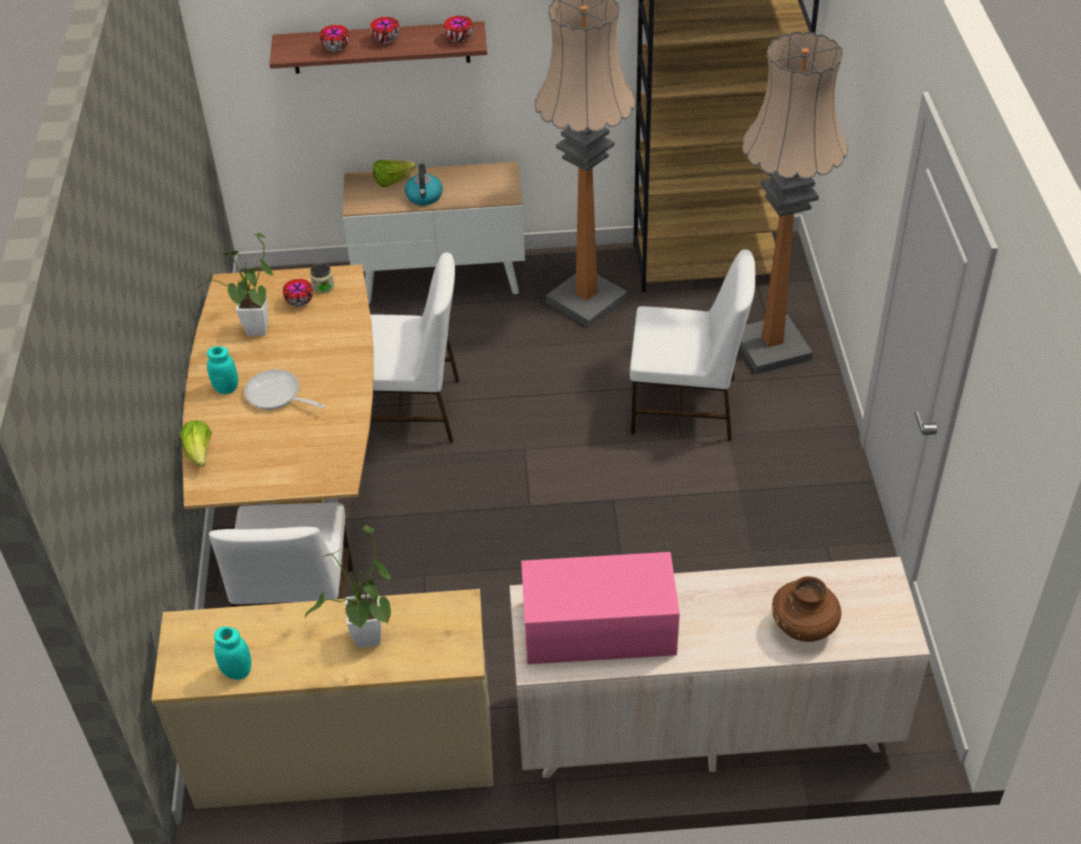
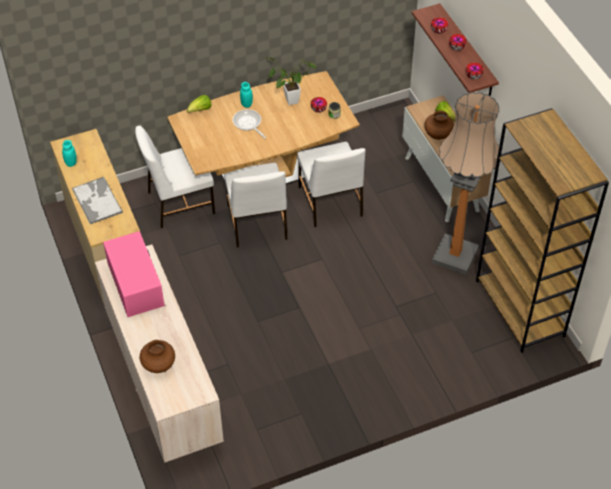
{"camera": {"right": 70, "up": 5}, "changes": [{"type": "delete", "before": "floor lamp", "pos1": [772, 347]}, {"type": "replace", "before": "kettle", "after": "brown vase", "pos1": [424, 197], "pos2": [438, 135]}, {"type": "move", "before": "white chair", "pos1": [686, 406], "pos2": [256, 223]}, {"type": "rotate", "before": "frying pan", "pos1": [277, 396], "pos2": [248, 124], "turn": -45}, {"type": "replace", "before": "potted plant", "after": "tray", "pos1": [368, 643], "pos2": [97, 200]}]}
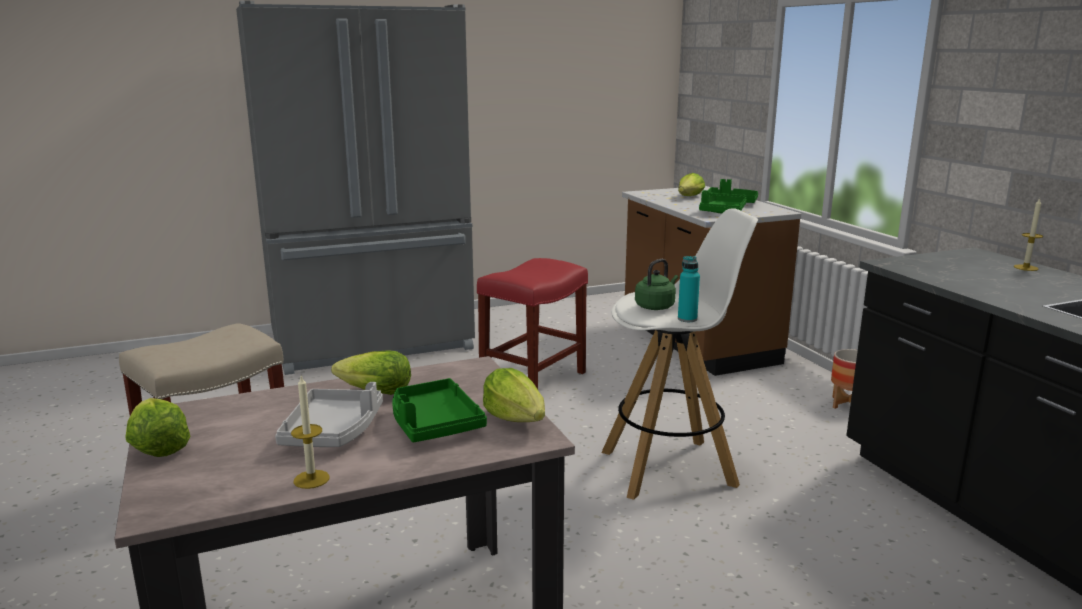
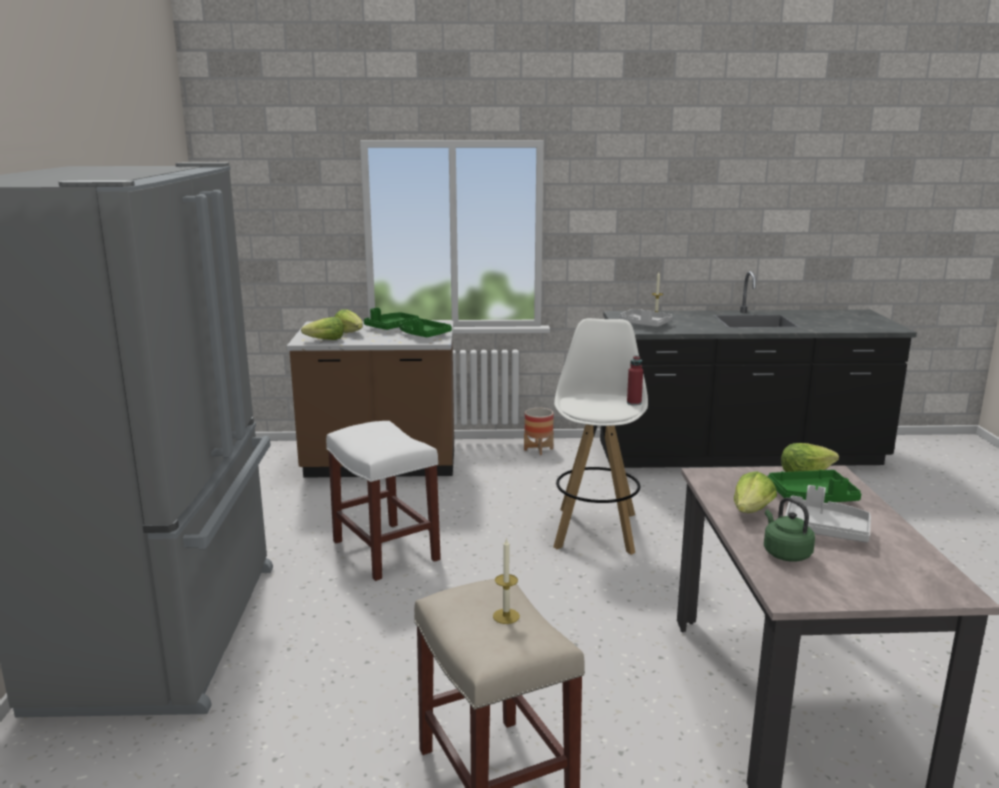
{"camera": {"right": -70, "up": 0}, "changes": [{"type": "recolor", "before": "turquoise bottle", "after": "red bottle", "pos1": [687, 319], "pos2": [634, 403]}, {"type": "recolor", "before": "red stool", "after": "white stool", "pos1": [534, 378], "pos2": [384, 550]}, {"type": "move", "before": "green kettle", "pos1": [656, 306], "pos2": [785, 553]}, {"type": "move", "before": "candle", "pos1": [311, 479], "pos2": [506, 616]}, {"type": "move", "before": "lettuce", "pos1": [158, 446], "pos2": [325, 340]}, {"type": "insert", "after": "grey tray", "pos2": [644, 325]}]}
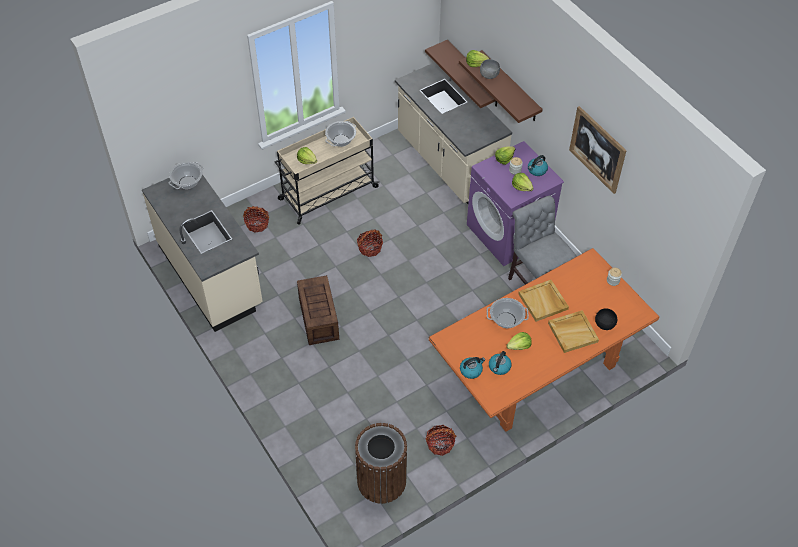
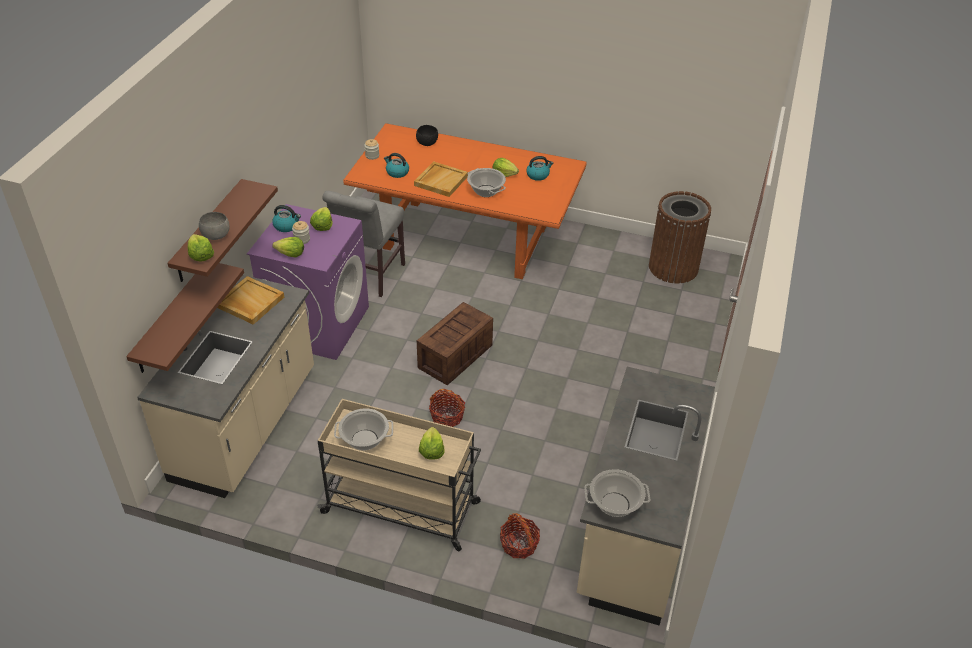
{"camera": {"right": -130, "up": -10}, "changes": [{"type": "delete", "before": "picture", "pos1": [597, 149]}, {"type": "move", "before": "crate", "pos1": [318, 318], "pos2": [454, 357]}, {"type": "move", "before": "beige tray", "pos1": [573, 332], "pos2": [249, 302]}, {"type": "move", "before": "kettle", "pos1": [471, 370], "pos2": [397, 172]}, {"type": "delete", "before": "basket", "pos1": [440, 444]}]}
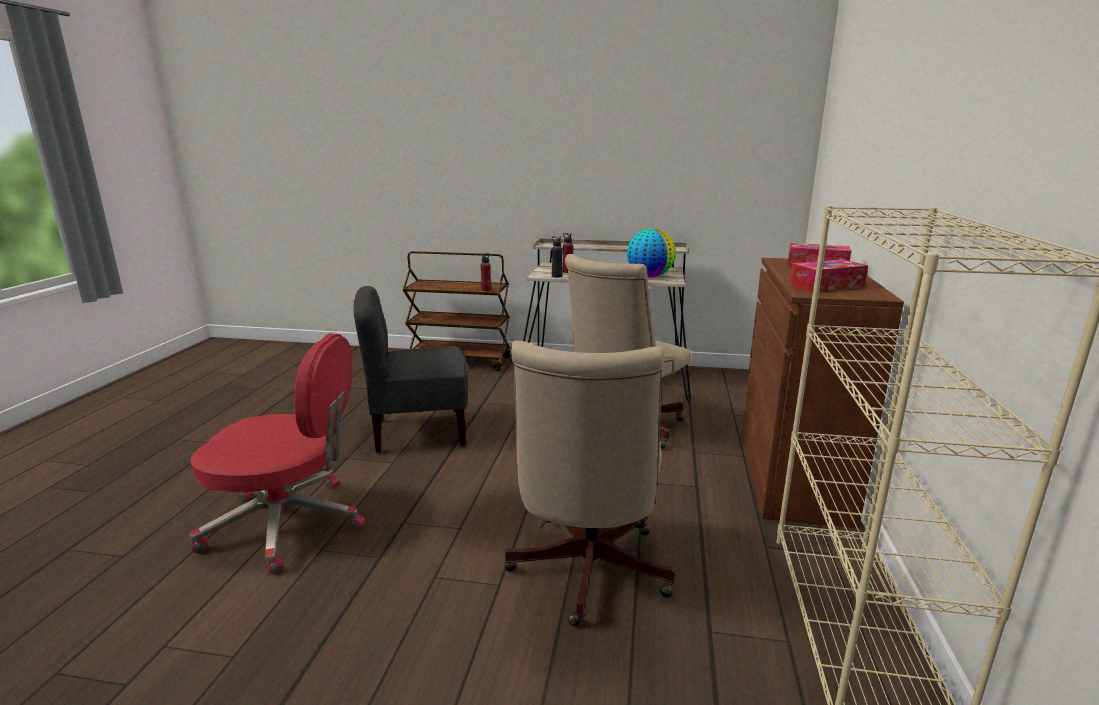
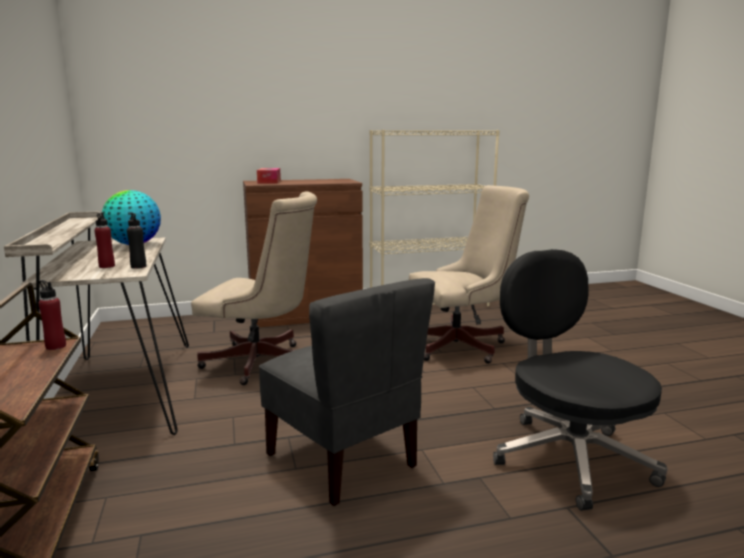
{"camera": {"right": -115, "up": -5}, "changes": [{"type": "delete", "before": "tissue box", "pos1": [826, 286]}, {"type": "recolor", "before": "red office chair", "after": "black office chair", "pos1": [289, 524], "pos2": [569, 457]}]}
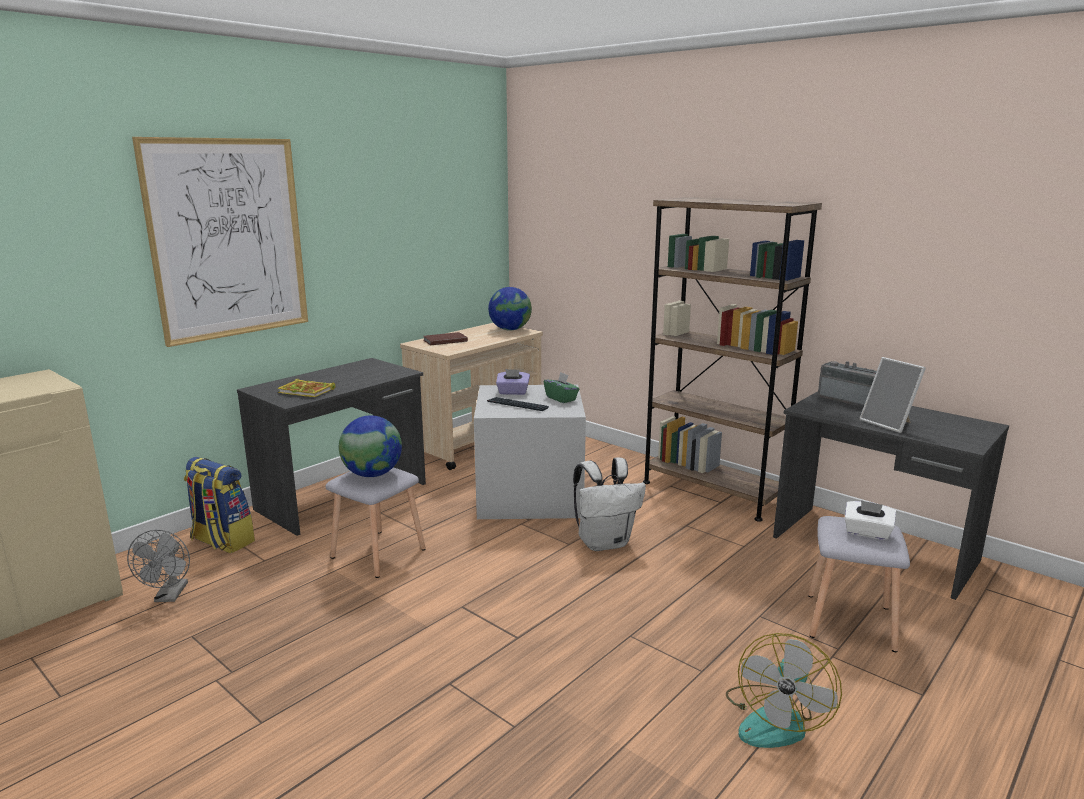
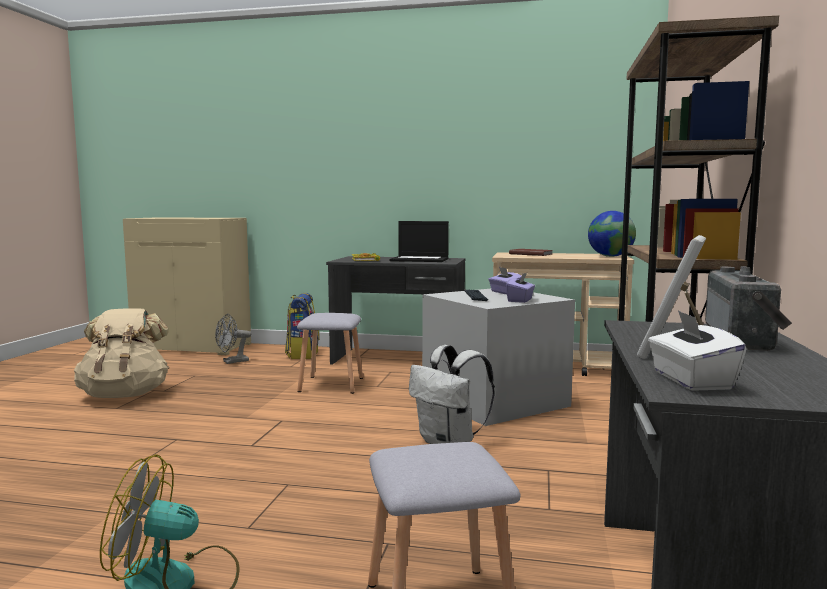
{"camera": {"right": 60, "up": -10}, "changes": [{"type": "delete", "before": "picture", "pos1": [228, 239]}, {"type": "recolor", "before": "green tissue box", "after": "purple tissue box", "pos1": [561, 398], "pos2": [520, 300]}, {"type": "delete", "before": "globe", "pos1": [372, 474]}, {"type": "move", "before": "white tissue box", "pos1": [867, 533], "pos2": [690, 381]}, {"type": "insert", "after": "laptop", "pos2": [420, 260]}, {"type": "insert", "after": "beige backpack", "pos2": [125, 395]}]}
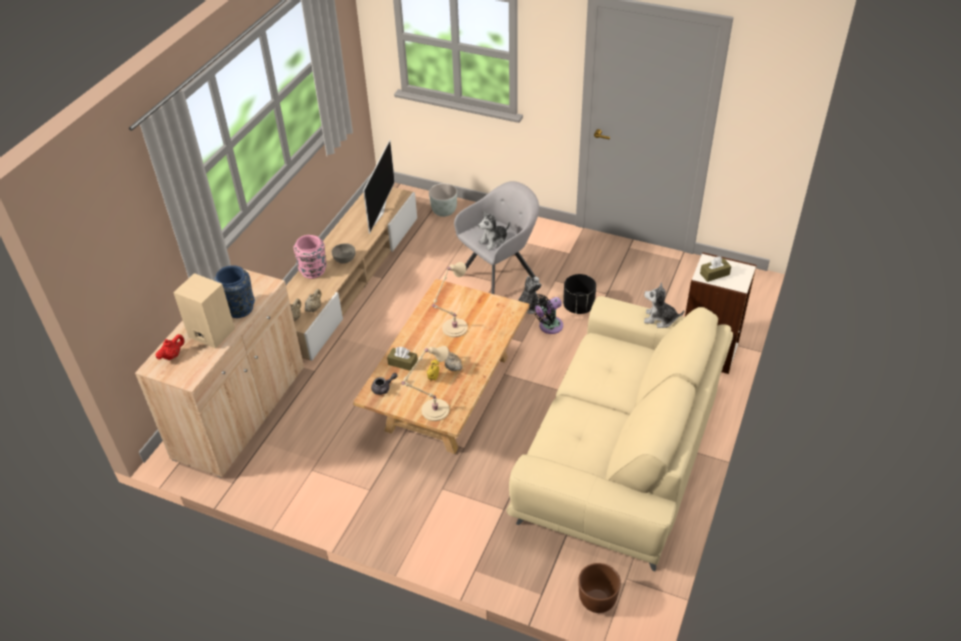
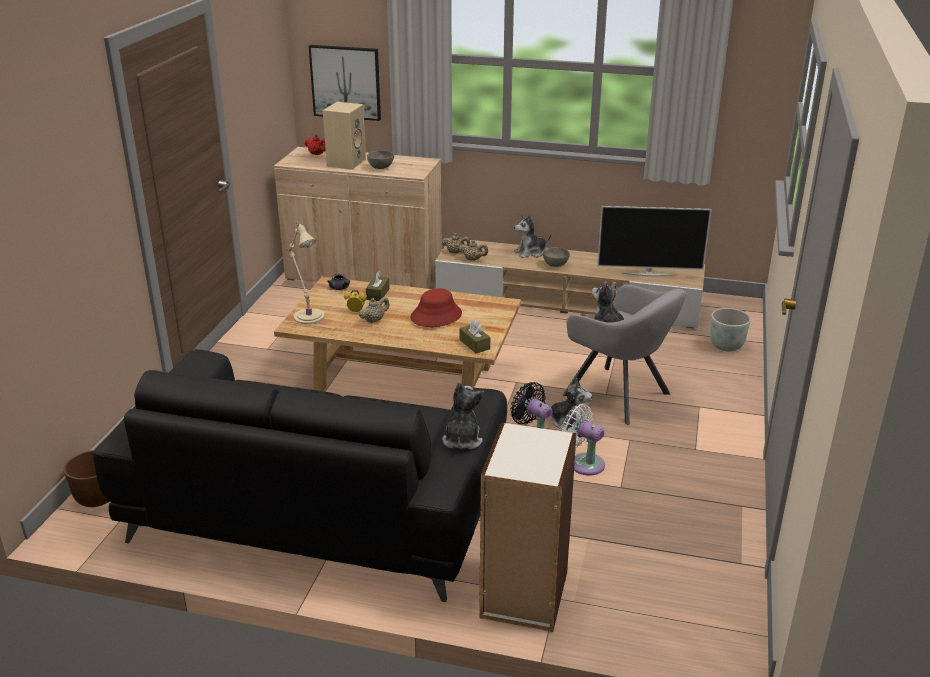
{"camera": {"right": 80, "up": -15}, "changes": [{"type": "replace", "before": "pink vase", "after": "plush toy", "pos1": [313, 271], "pos2": [531, 252]}, {"type": "move", "before": "brown tissue box", "pos1": [714, 274], "pos2": [474, 344]}, {"type": "replace", "before": "beige table lamp", "after": "red hat", "pos1": [453, 329], "pos2": [436, 316]}, {"type": "replace", "before": "blue vase", "after": "grey bowl", "pos1": [239, 308], "pos2": [381, 167]}, {"type": "replace", "before": "black planter", "after": "white fan", "pos1": [579, 306], "pos2": [583, 463]}, {"type": "recolor", "before": "beige sofa", "after": "black sofa", "pos1": [620, 452], "pos2": [315, 509]}, {"type": "insert", "after": "picture", "pos2": [346, 82]}]}
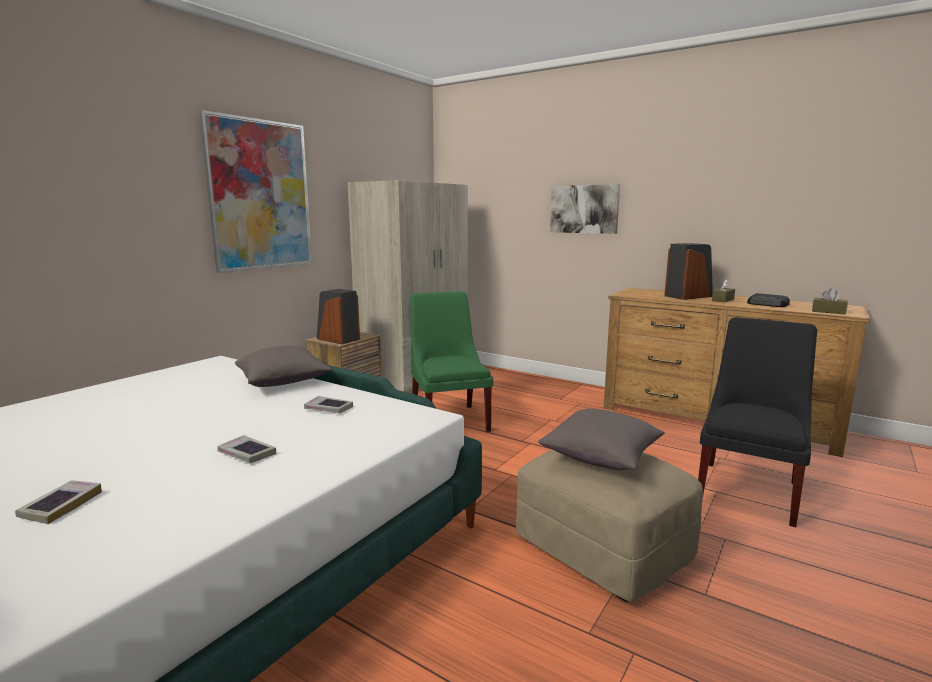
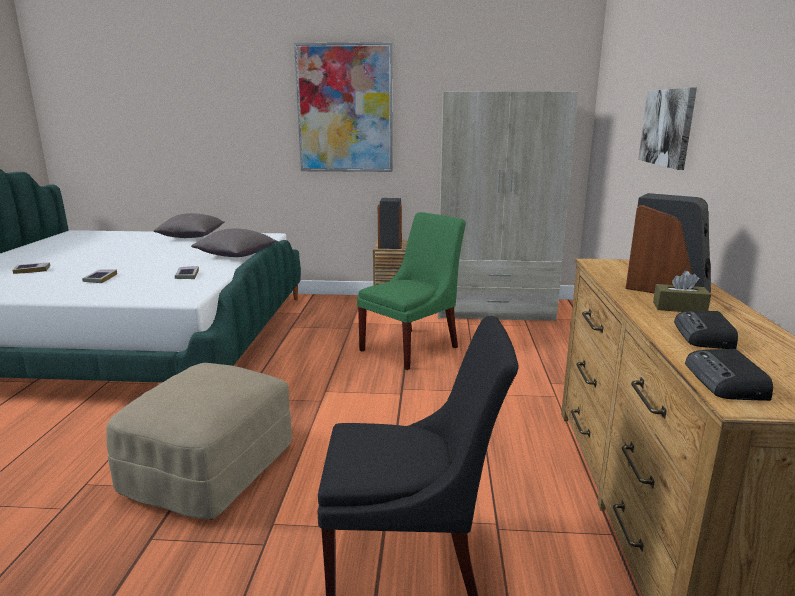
{"camera": {"right": 60, "up": 5}, "changes": [{"type": "replace", "before": "brown tissue box", "after": "radio", "pos1": [828, 312], "pos2": [726, 382]}, {"type": "move", "before": "grey pillow", "pos1": [601, 456], "pos2": [192, 237]}]}
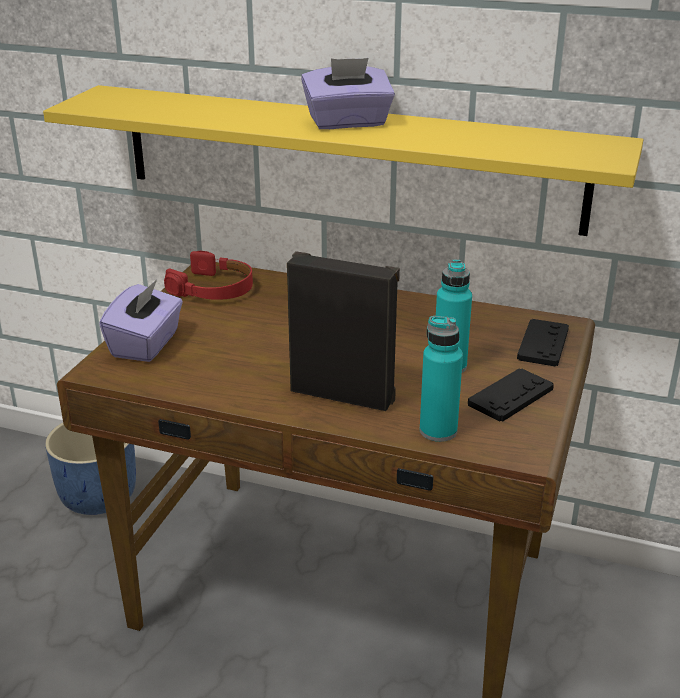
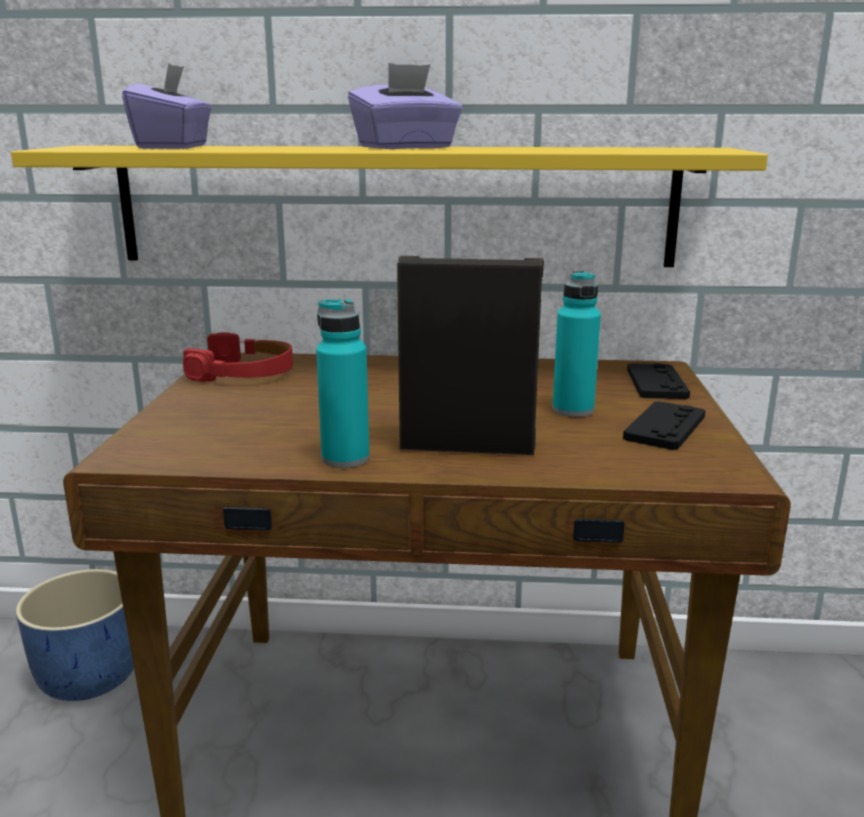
{"camera": {"right": -15, "up": -10}, "changes": [{"type": "move", "before": "purple tissue box", "pos1": [146, 344], "pos2": [174, 147]}, {"type": "move", "before": "turquoise bottle", "pos1": [438, 431], "pos2": [345, 458]}]}
